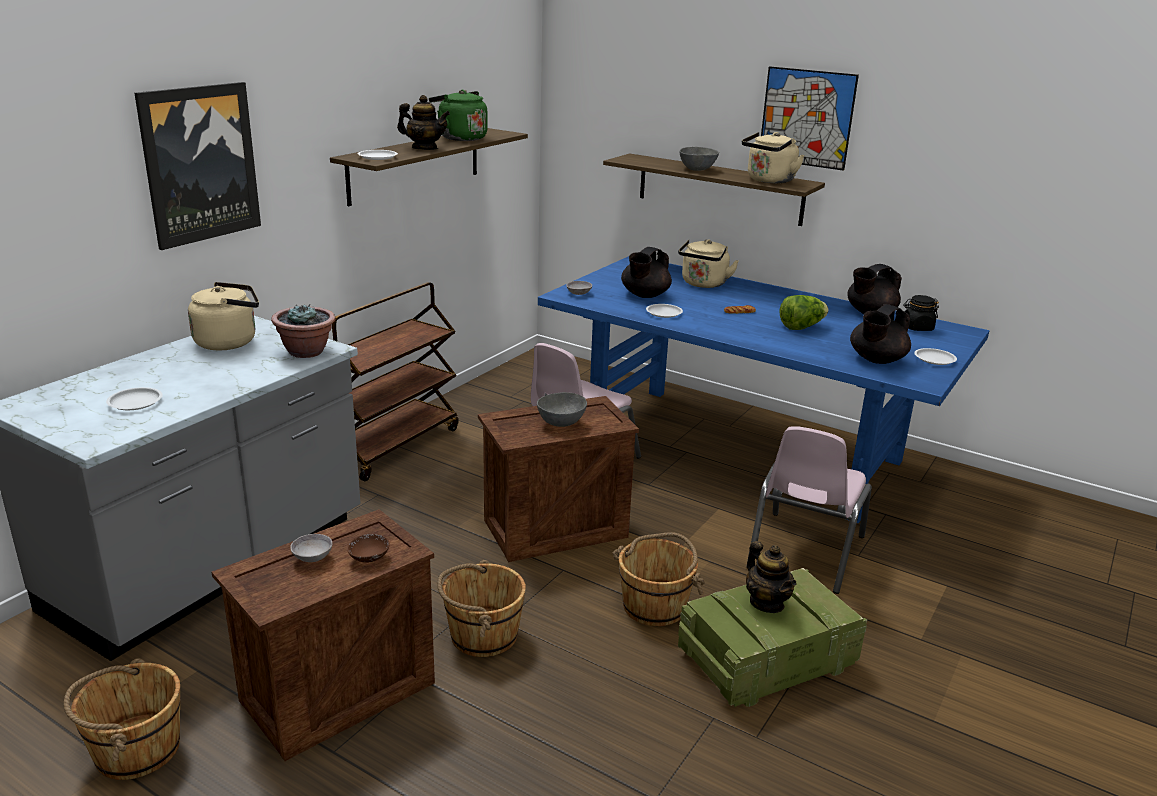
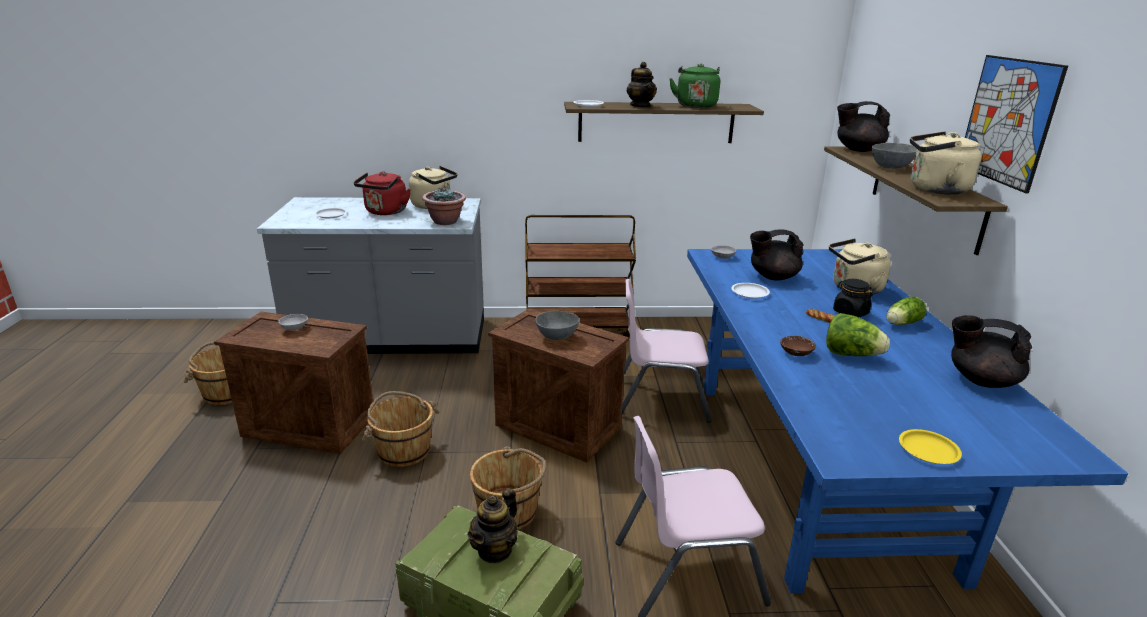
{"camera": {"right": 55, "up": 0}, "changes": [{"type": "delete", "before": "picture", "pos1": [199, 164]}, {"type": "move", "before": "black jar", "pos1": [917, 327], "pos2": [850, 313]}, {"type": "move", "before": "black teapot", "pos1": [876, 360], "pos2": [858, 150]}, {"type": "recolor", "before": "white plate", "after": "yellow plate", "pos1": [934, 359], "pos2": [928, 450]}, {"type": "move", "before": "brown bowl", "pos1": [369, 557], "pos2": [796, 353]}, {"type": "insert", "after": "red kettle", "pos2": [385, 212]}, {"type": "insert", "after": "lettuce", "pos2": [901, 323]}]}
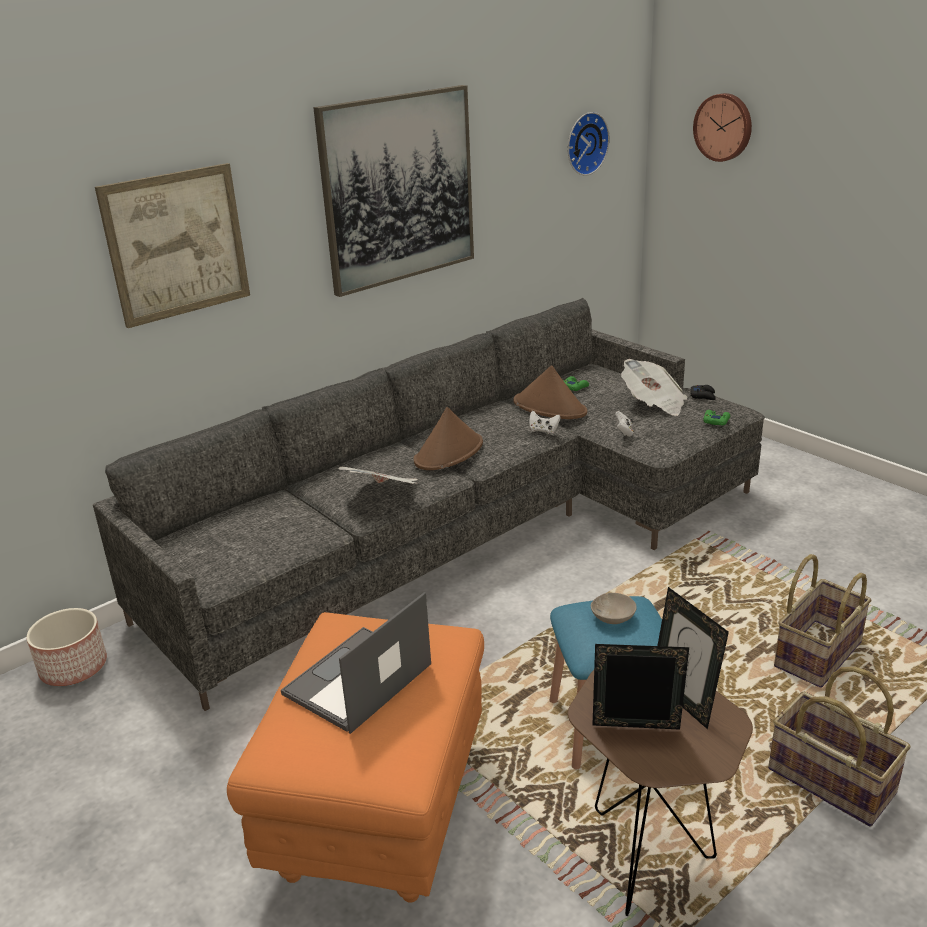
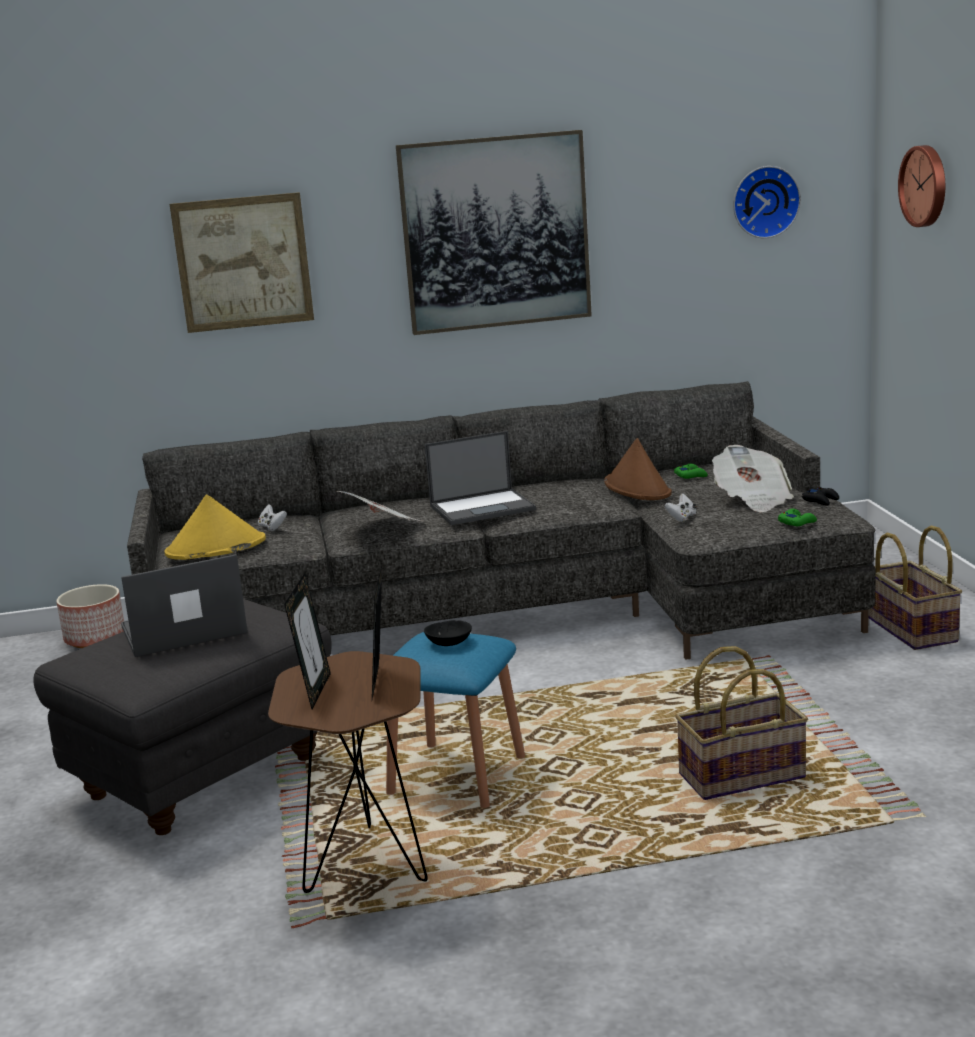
{"camera": {"right": 30, "up": -10}, "changes": [{"type": "replace", "before": "brown hat", "after": "laptop", "pos1": [449, 452], "pos2": [483, 507]}, {"type": "move", "before": "white game controller", "pos1": [543, 430], "pos2": [272, 527]}, {"type": "recolor", "before": "beige bowl", "after": "black bowl", "pos1": [613, 618], "pos2": [448, 643]}, {"type": "recolor", "before": "orange ottoman", "after": "grey ottoman", "pos1": [380, 812], "pos2": [203, 779]}, {"type": "rotate", "before": "picture frame", "pos1": [636, 732], "pos2": [314, 691], "turn": 60}, {"type": "move", "before": "basket", "pos1": [829, 782], "pos2": [909, 629]}, {"type": "insert", "after": "yellow hat", "pos2": [215, 547]}]}
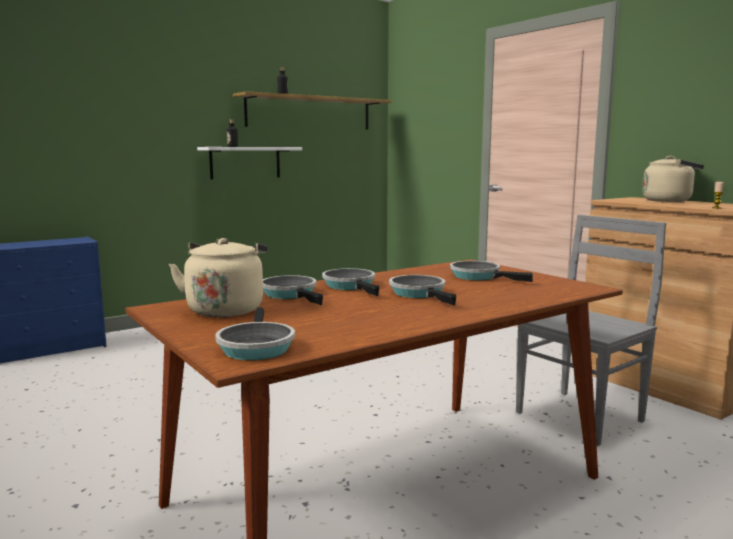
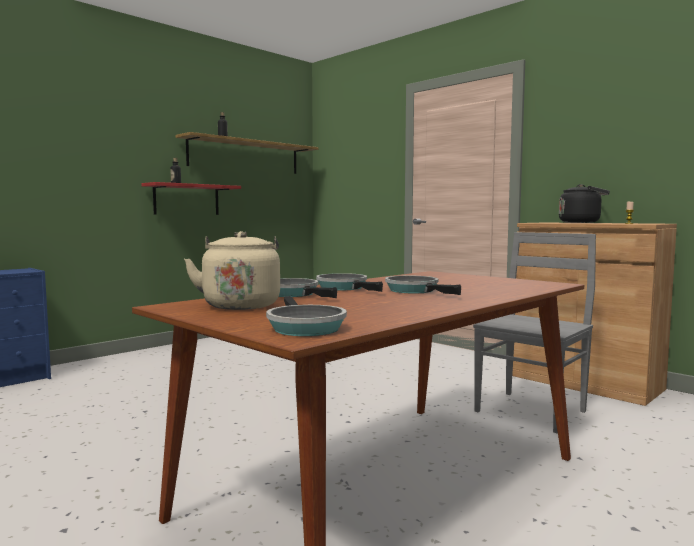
{"camera": {"right": -10, "up": -5}, "changes": [{"type": "recolor", "before": "white shelf", "after": "red shelf", "pos1": [245, 162], "pos2": [186, 199]}, {"type": "recolor", "before": "beige kettle", "after": "black kettle", "pos1": [670, 201], "pos2": [581, 222]}, {"type": "delete", "before": "frying pan", "pos1": [479, 276]}]}
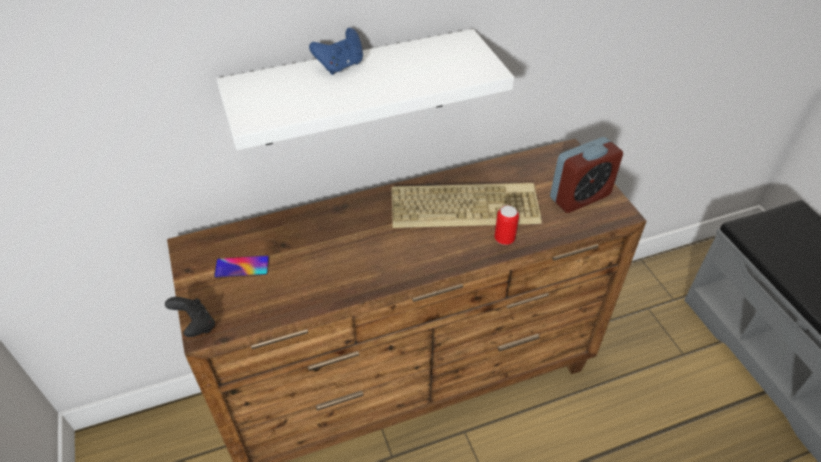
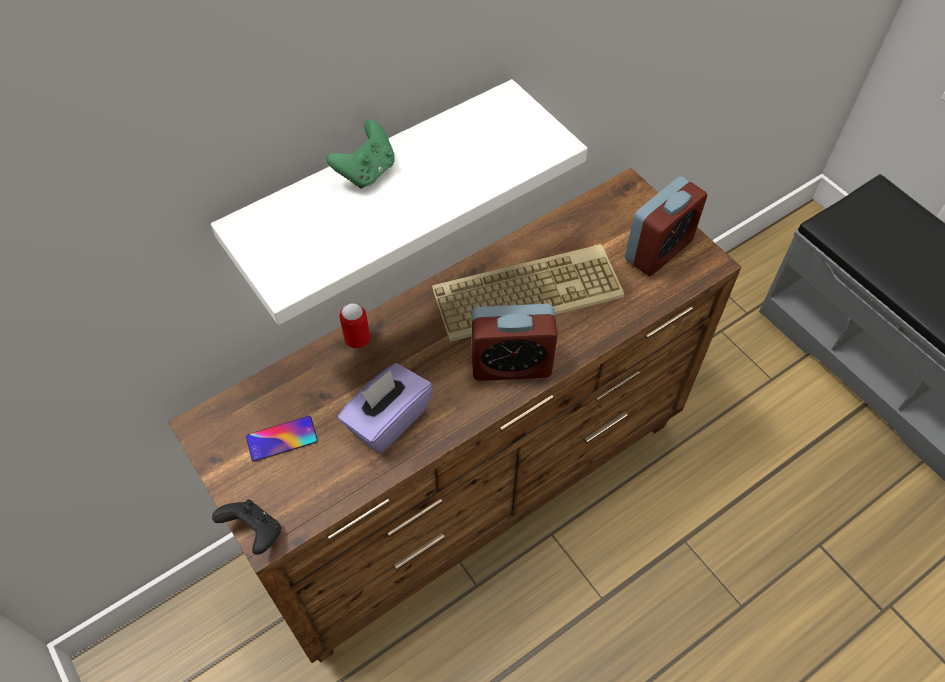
{"camera": {"right": -15, "up": 10}, "changes": [{"type": "recolor", "before": "blue game controller", "after": "green game controller", "pos1": [340, 66], "pos2": [367, 172]}, {"type": "move", "before": "can", "pos1": [504, 239], "pos2": [357, 340]}, {"type": "insert", "after": "alarm clock", "pos2": [511, 364]}, {"type": "insert", "after": "purple tissue box", "pos2": [387, 420]}]}
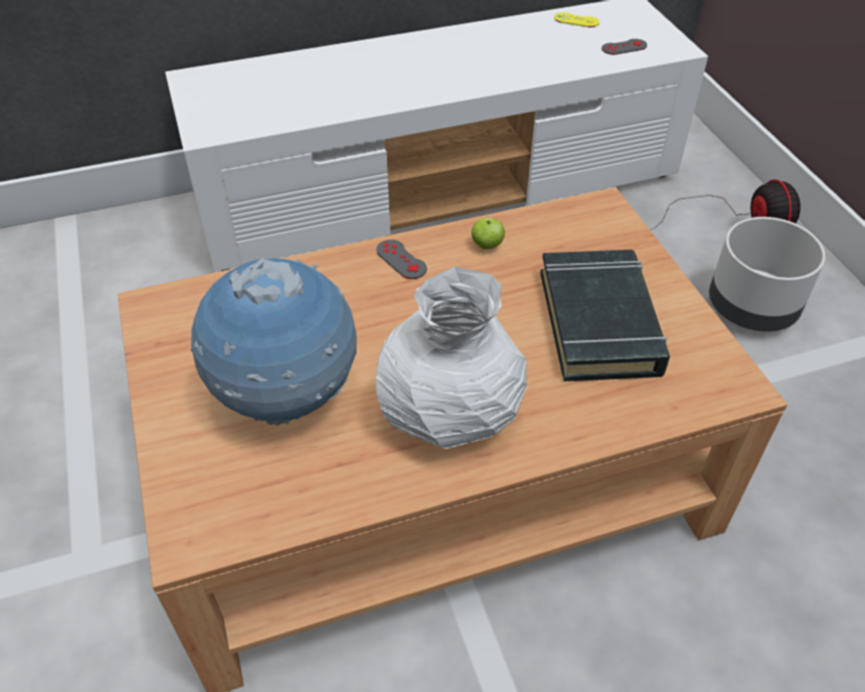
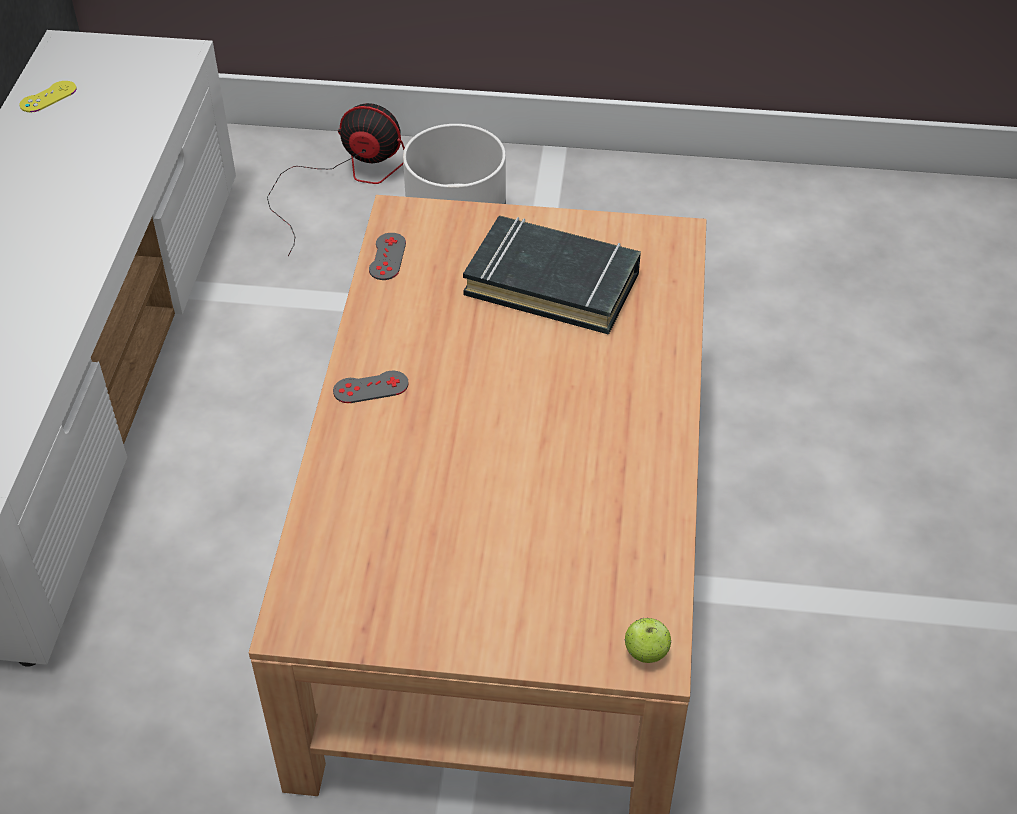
{"camera": {"right": -65, "up": 0}, "changes": [{"type": "move", "before": "grey game controller", "pos1": [624, 47], "pos2": [387, 257]}, {"type": "move", "before": "apple", "pos1": [487, 245], "pos2": [646, 653]}, {"type": "delete", "before": "globe", "pos1": [286, 397]}, {"type": "delete", "before": "white vase", "pos1": [448, 416]}]}
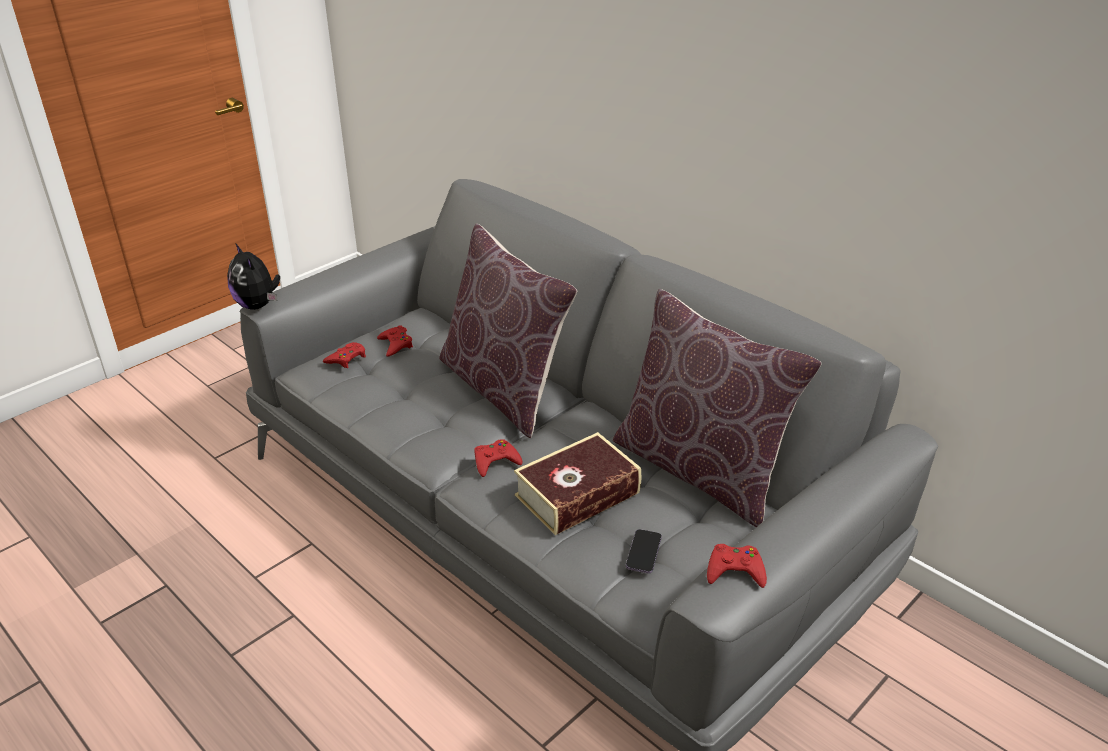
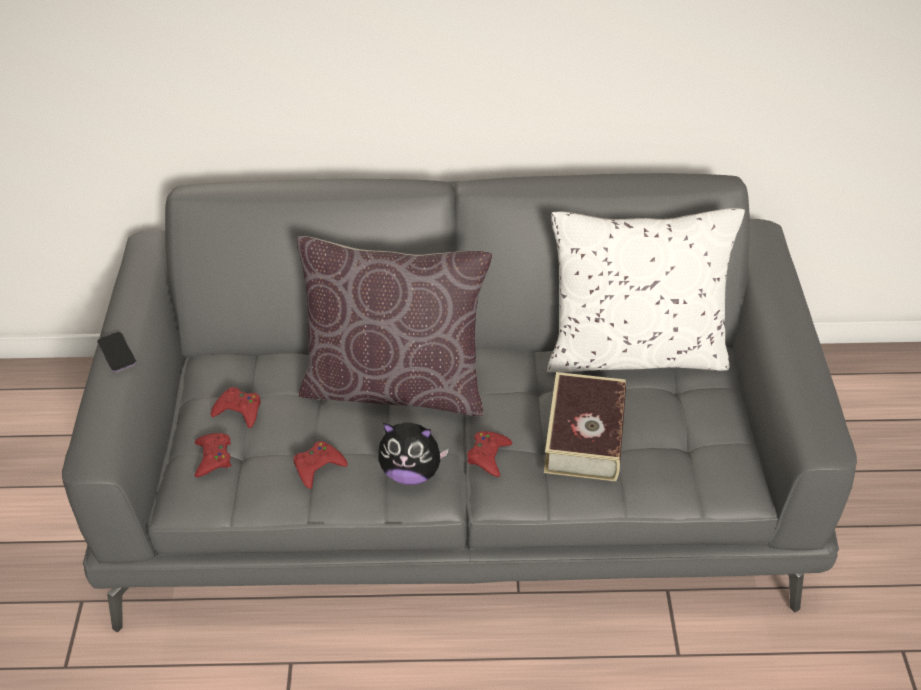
{"camera": {"right": -45, "up": 10}, "changes": [{"type": "move", "before": "plush toy", "pos1": [258, 305], "pos2": [411, 473]}, {"type": "recolor", "before": "brown pillow", "after": "white pillow", "pos1": [700, 470], "pos2": [634, 351]}, {"type": "move", "before": "phone", "pos1": [643, 553], "pos2": [117, 353]}, {"type": "move", "before": "red game controller", "pos1": [735, 570], "pos2": [318, 467]}]}
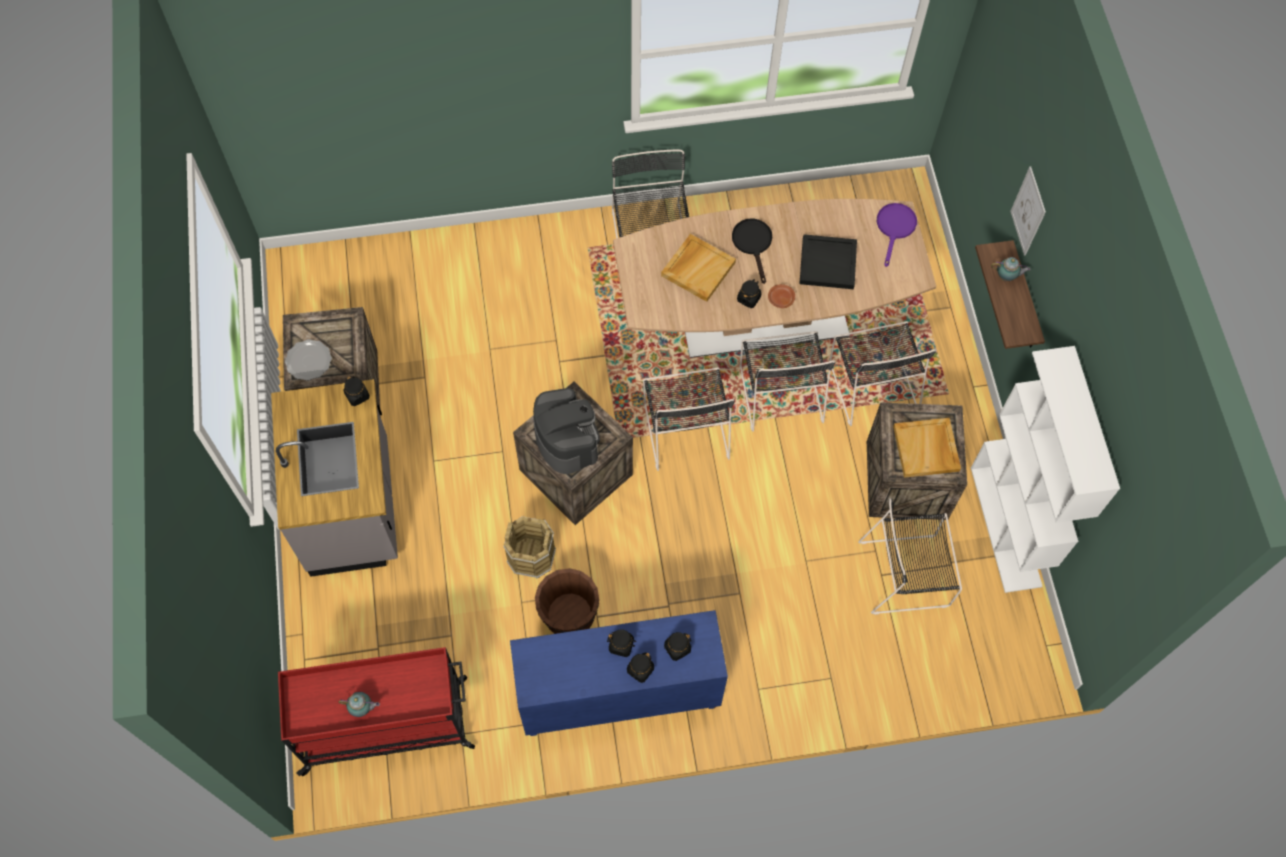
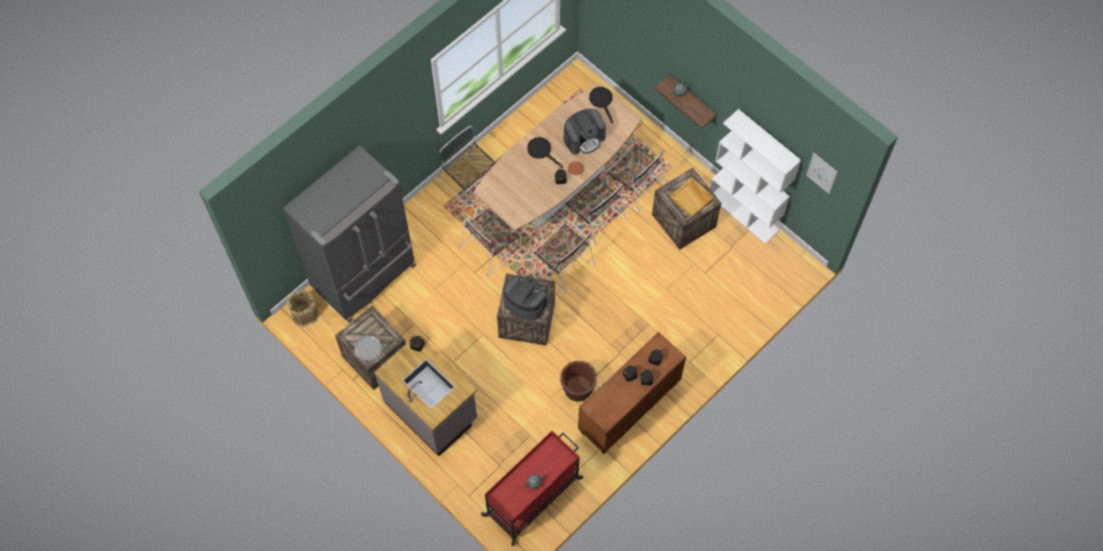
{"camera": {"right": -35, "up": 0}, "changes": [{"type": "move", "before": "picture", "pos1": [1028, 211], "pos2": [821, 173]}, {"type": "recolor", "before": "purple frying pan", "after": "black frying pan", "pos1": [895, 228], "pos2": [602, 101]}, {"type": "delete", "before": "beige tray", "pos1": [698, 268]}, {"type": "replace", "before": "black tray", "after": "coffee machine", "pos1": [828, 263], "pos2": [584, 138]}, {"type": "move", "before": "black chair", "pos1": [907, 574], "pos2": [491, 247]}, {"type": "move", "before": "brown bucket", "pos1": [531, 555], "pos2": [305, 313]}, {"type": "recolor", "before": "blue cabinet", "after": "brown cabinet", "pos1": [618, 695], "pos2": [629, 409]}, {"type": "insert", "after": "grey fridge", "pos2": [365, 277]}]}
